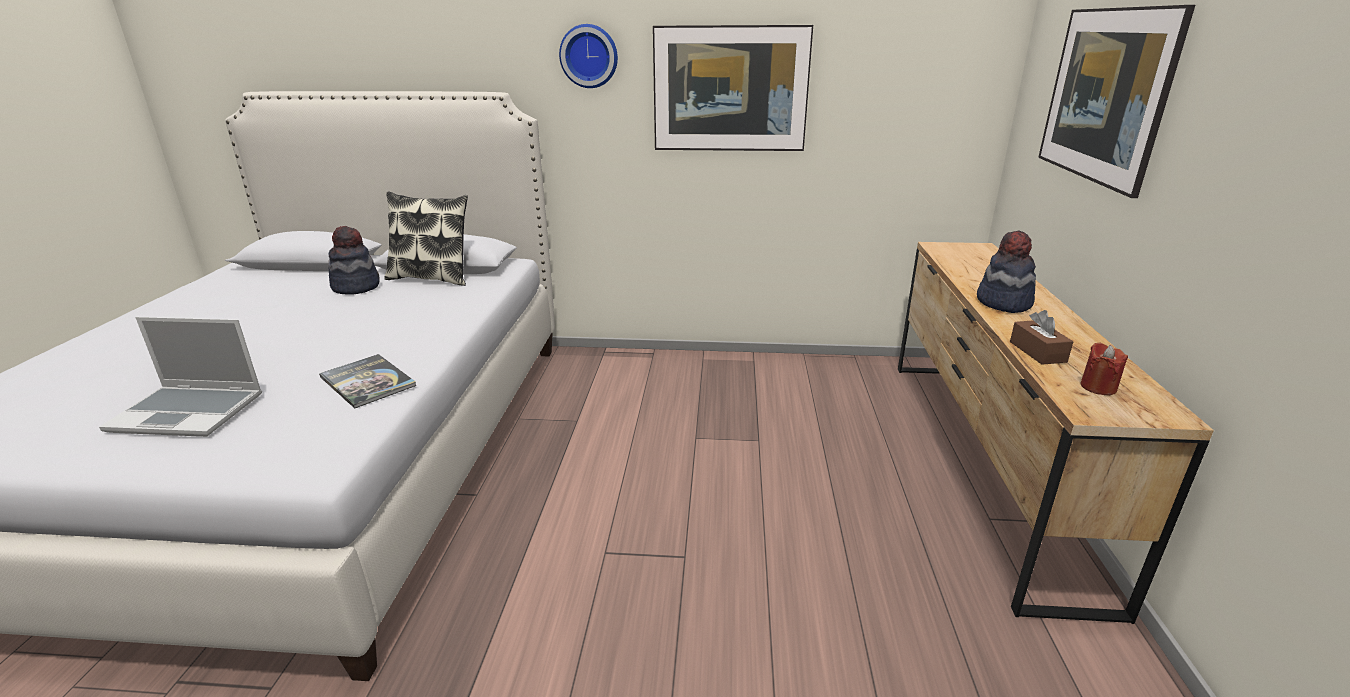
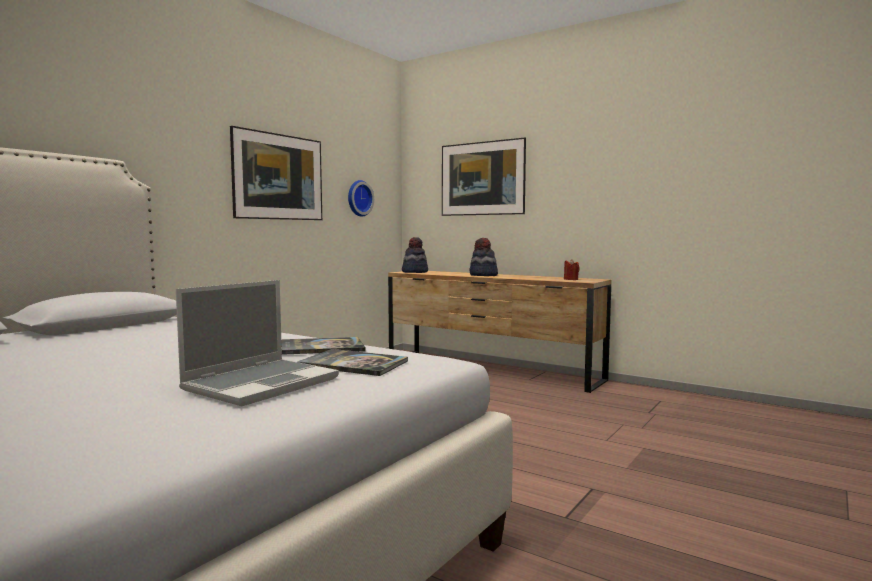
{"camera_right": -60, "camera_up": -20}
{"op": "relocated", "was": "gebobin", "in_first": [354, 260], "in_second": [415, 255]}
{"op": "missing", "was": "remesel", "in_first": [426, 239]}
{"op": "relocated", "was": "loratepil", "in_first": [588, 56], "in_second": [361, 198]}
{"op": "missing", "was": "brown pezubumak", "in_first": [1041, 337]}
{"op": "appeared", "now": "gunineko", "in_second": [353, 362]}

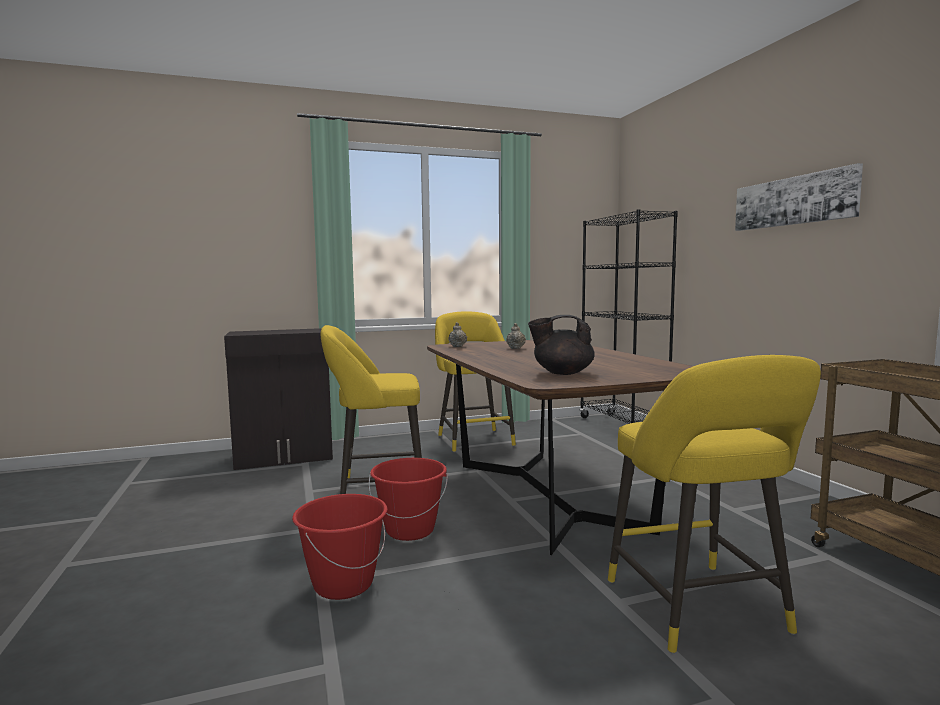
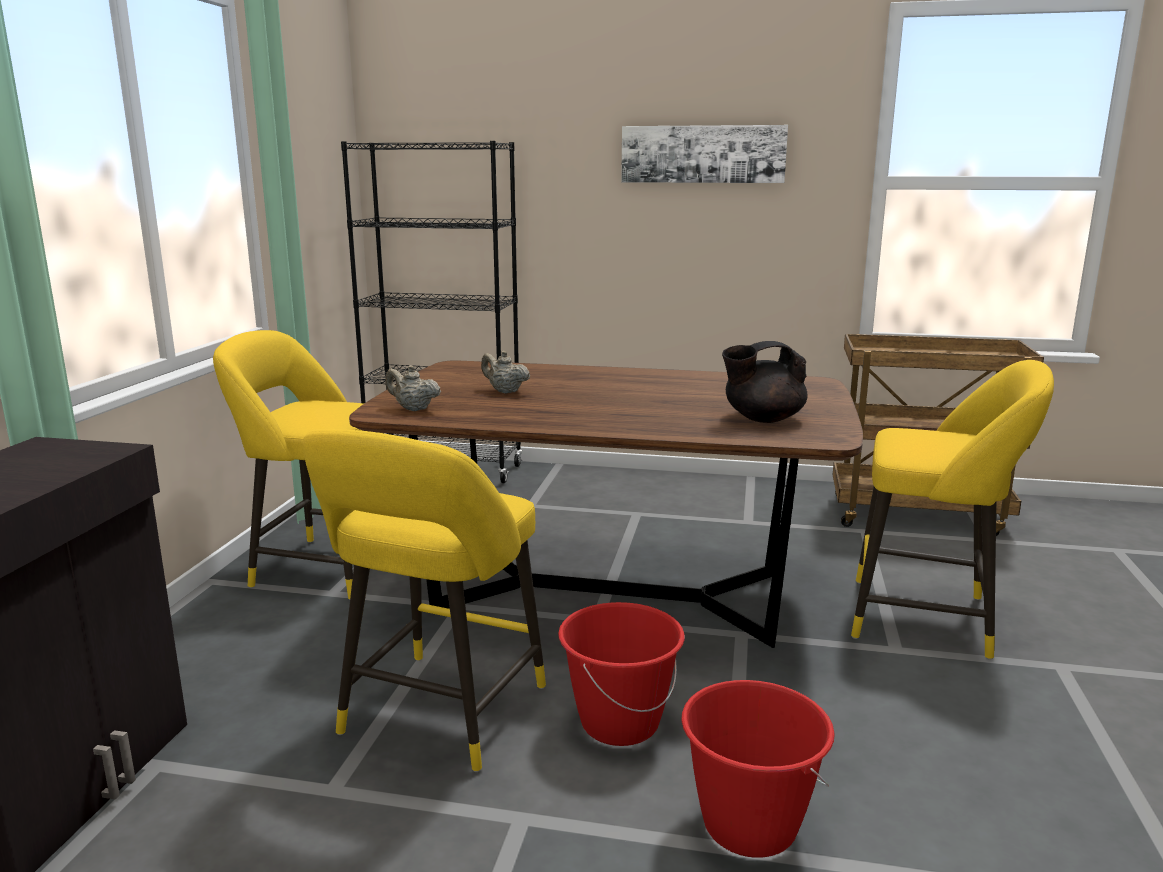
{"camera_right": -60, "camera_up": 10}
{"op": "spun", "was": "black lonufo", "in_first": [561, 345], "in_second": [765, 382], "clockwise": 45}

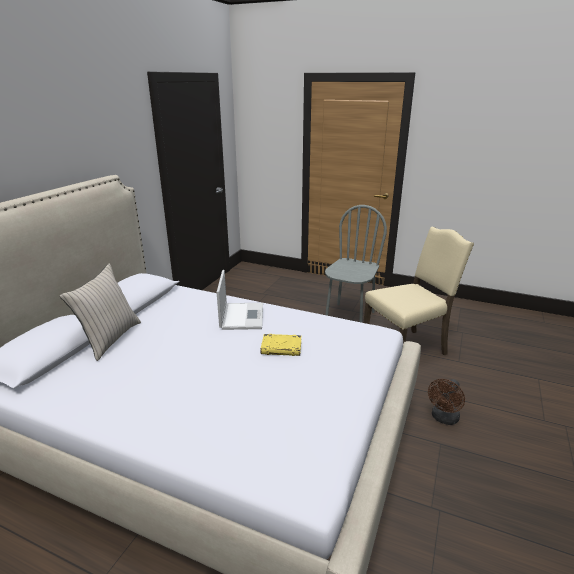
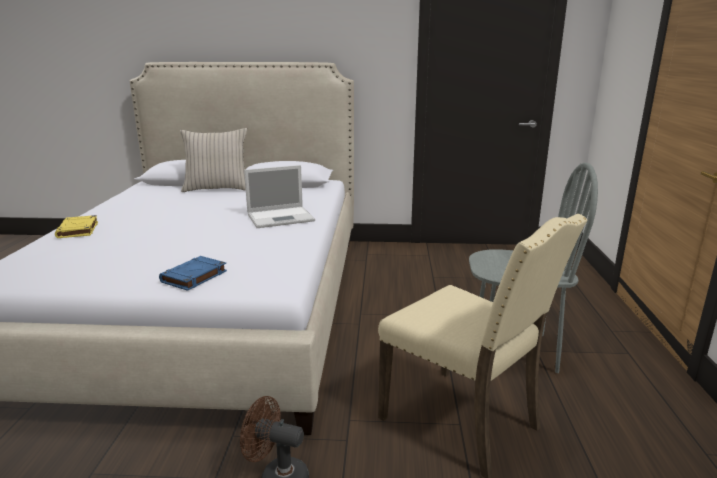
{"camera_right": 70, "camera_up": -5}
{"op": "relocated", "was": "yellow gunineko", "in_first": [281, 345], "in_second": [76, 226]}
{"op": "appeared", "now": "blue gunineko", "in_second": [193, 273]}

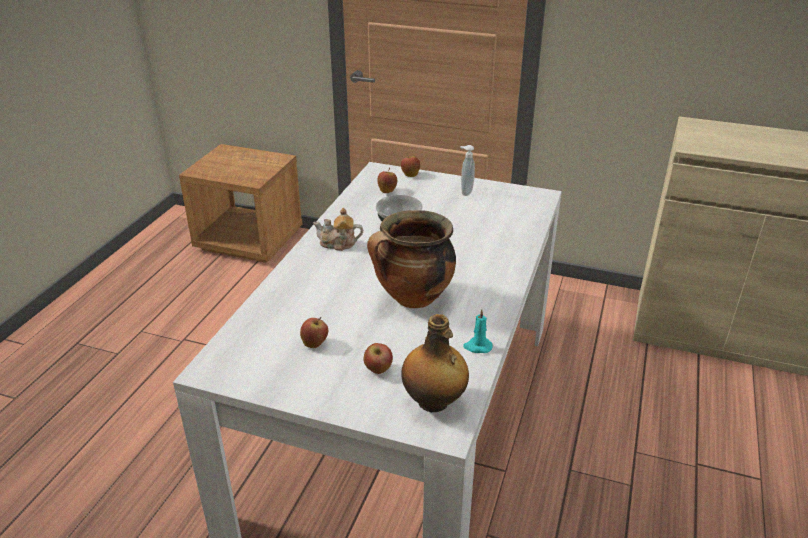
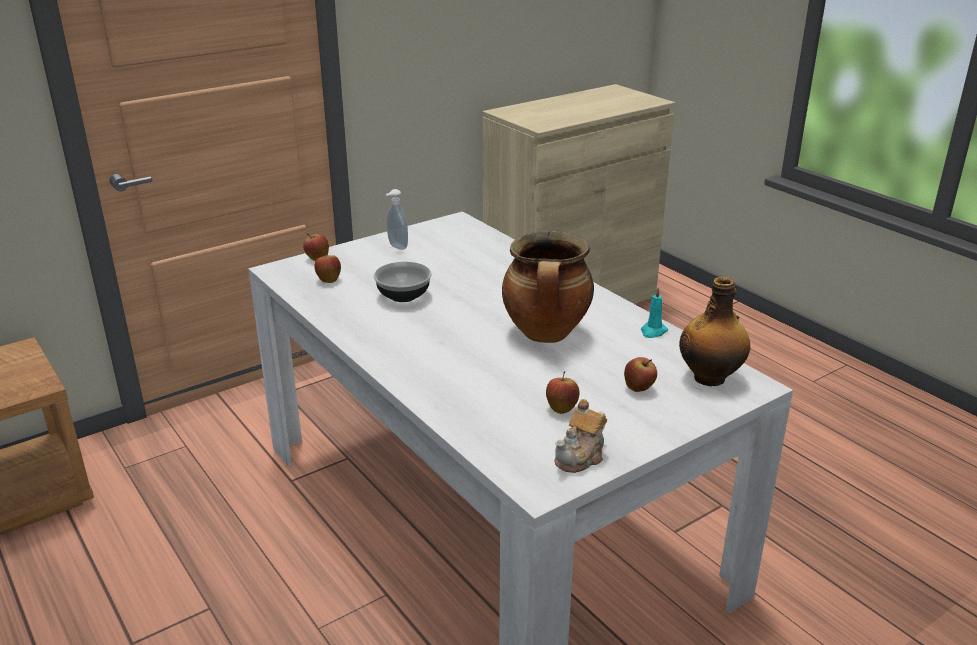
{"camera_right": -55, "camera_up": -5}
{"op": "relocated", "was": "lonufo", "in_first": [338, 229], "in_second": [580, 436]}

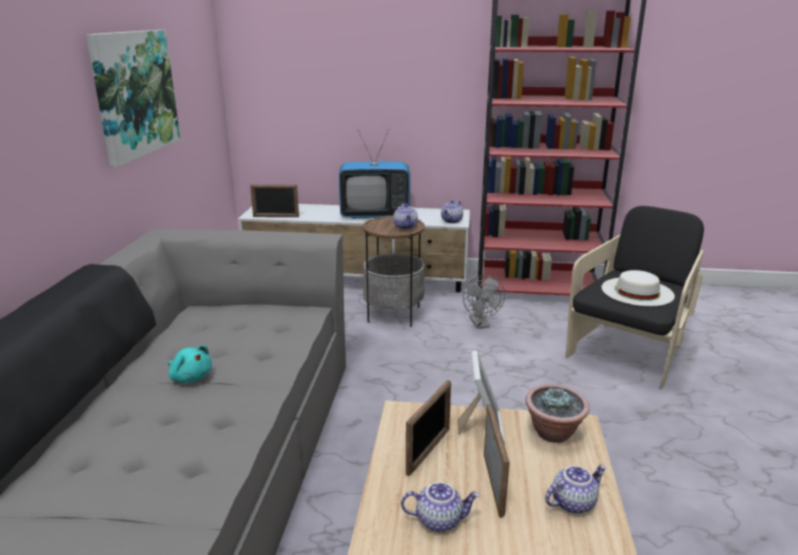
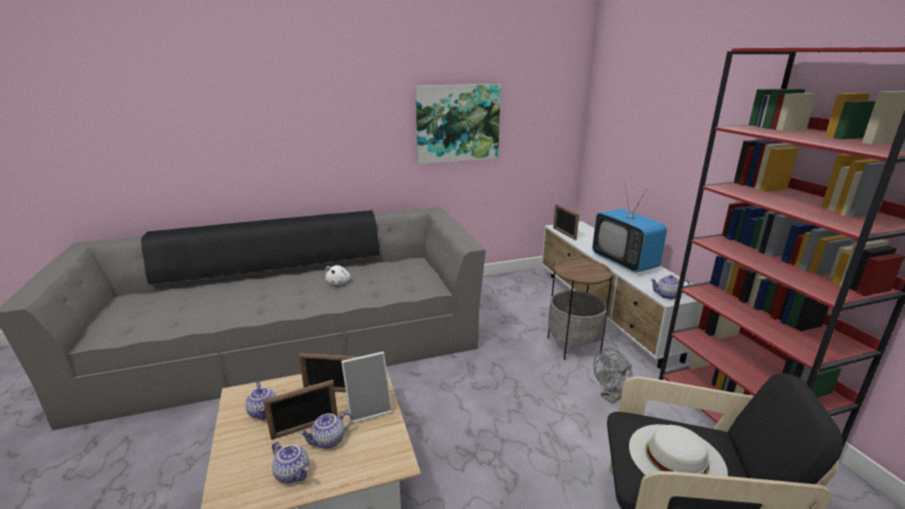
{"camera_right": 65, "camera_up": 0}
{"op": "colour", "was": "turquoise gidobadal", "now": "white gidobadal", "in_first": [190, 364], "in_second": [337, 275]}
{"op": "relocated", "was": "lonufo", "in_first": [405, 217], "in_second": [326, 430]}
{"op": "missing", "was": "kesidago", "in_first": [558, 413]}

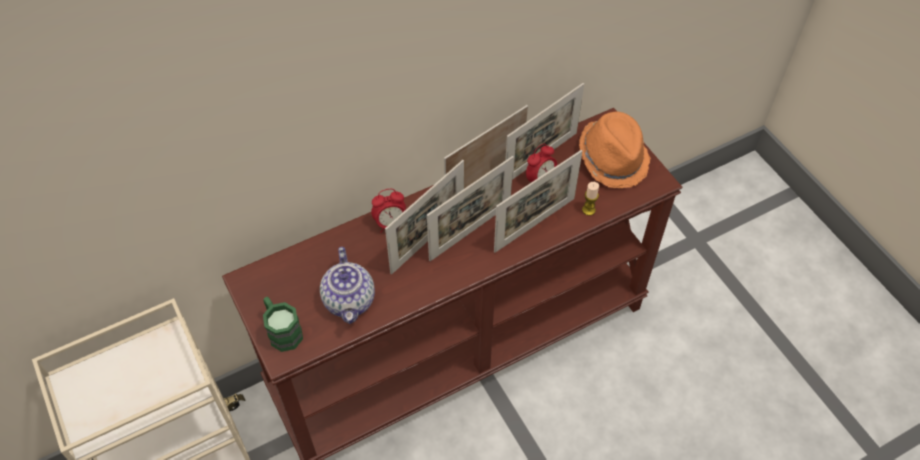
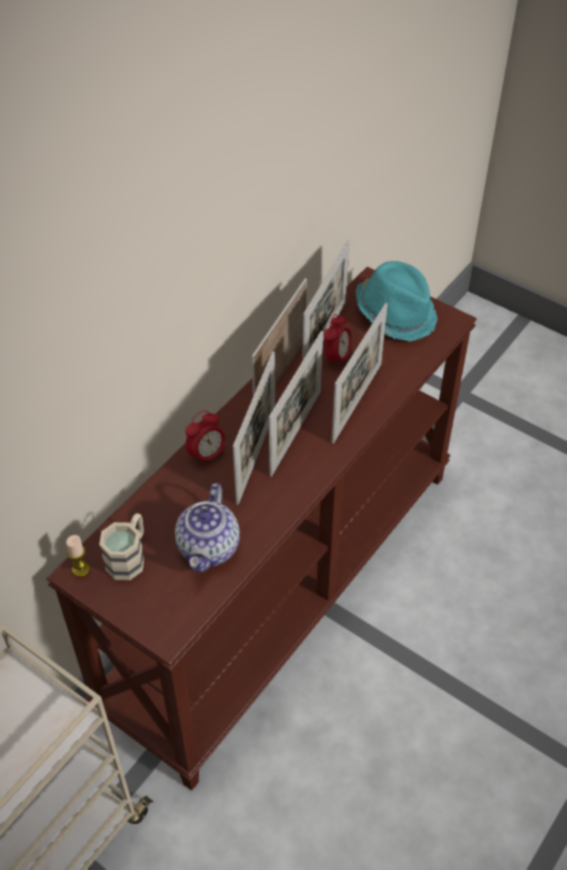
{"camera_right": -25, "camera_up": -5}
{"op": "missing", "was": "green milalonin", "in_first": [283, 324]}
{"op": "spun", "was": "lonufo", "in_first": [347, 285], "in_second": [207, 528], "clockwise": 45}
{"op": "colour", "was": "orange gebobin", "now": "turquoise gebobin", "in_first": [615, 149], "in_second": [397, 301]}
{"op": "relocated", "was": "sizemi", "in_first": [590, 199], "in_second": [78, 556]}
{"op": "appeared", "now": "beige milalonin", "in_second": [121, 546]}

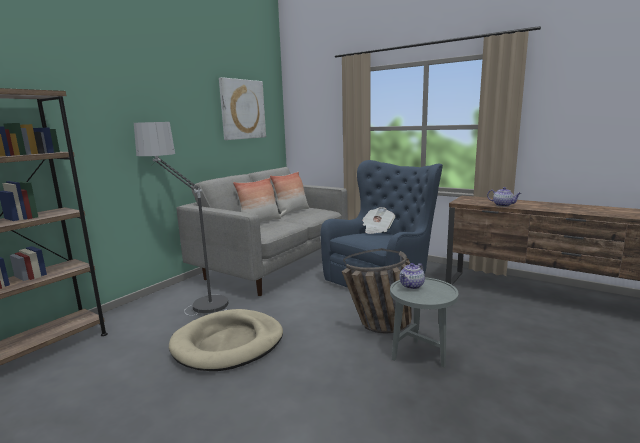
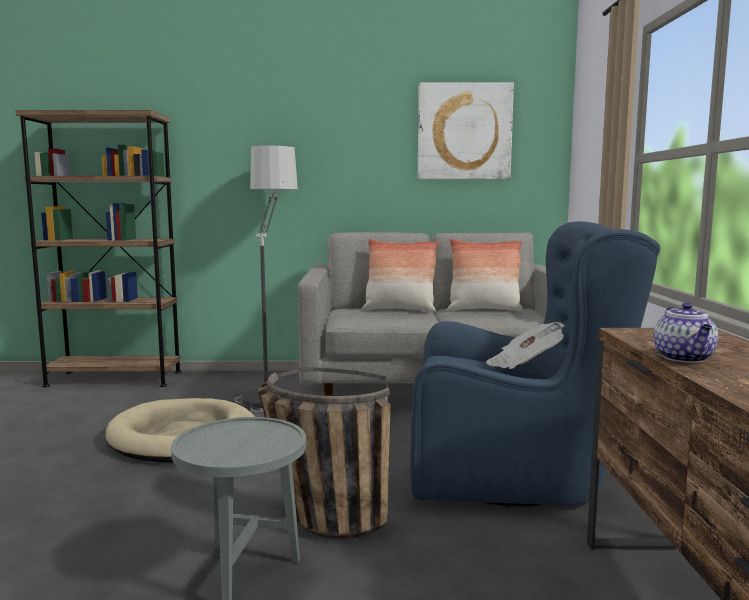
{"camera_right": 55, "camera_up": -5}
{"op": "missing", "was": "lonufo", "in_first": [412, 276]}

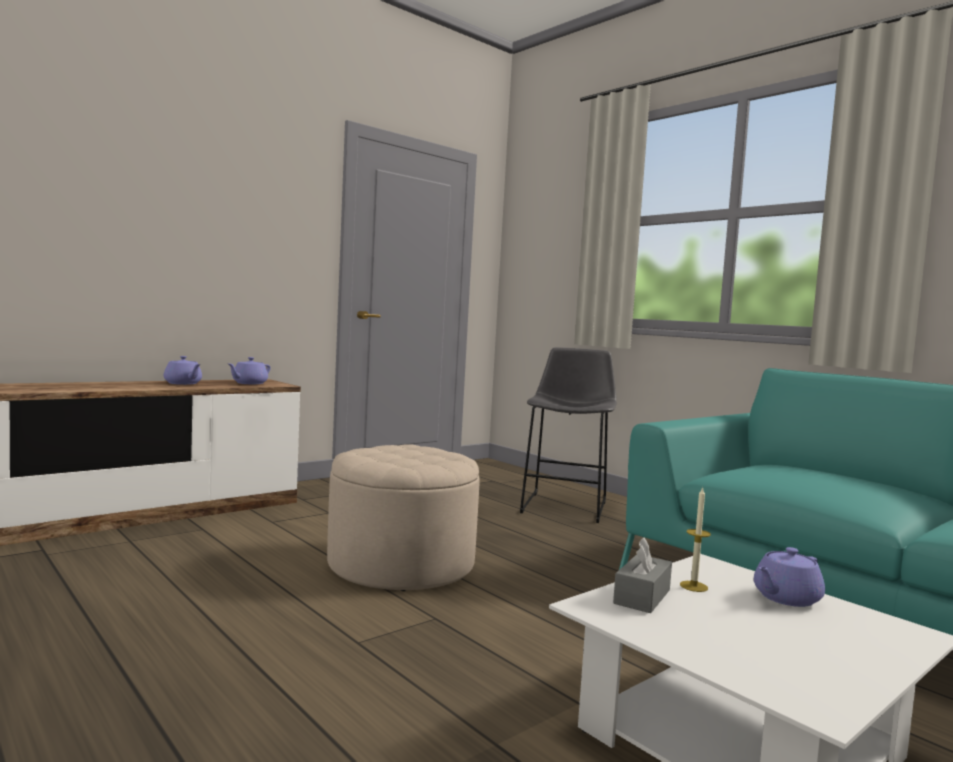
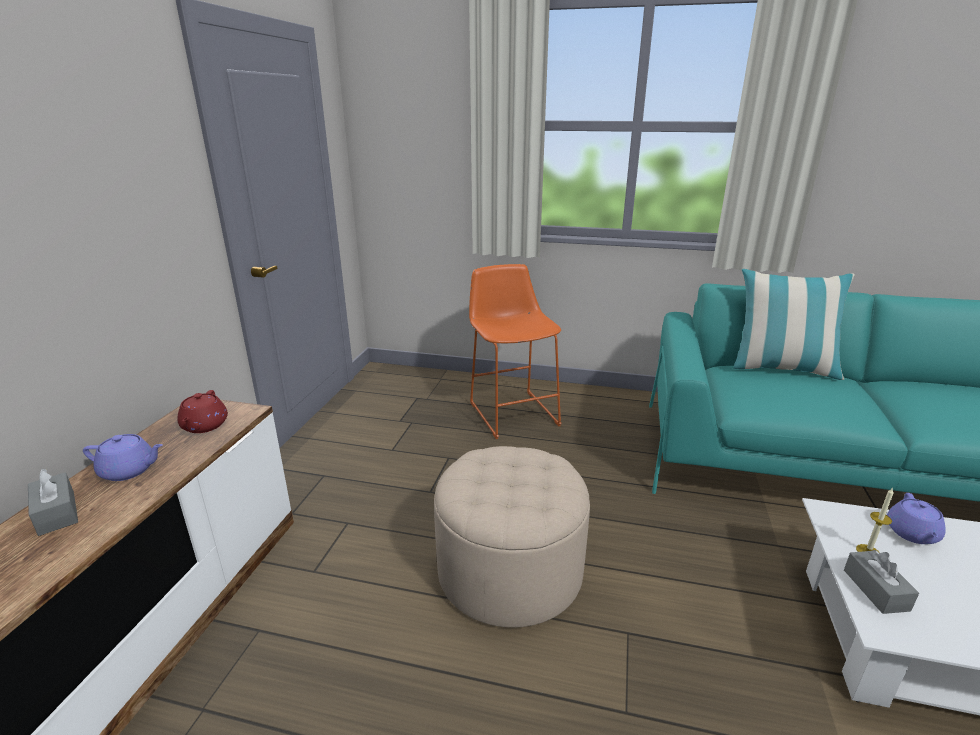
{"camera_right": -35, "camera_up": 20}
{"op": "colour", "was": "purple lonufo", "now": "red lonufo", "in_first": [249, 370], "in_second": [202, 411]}
{"op": "colour", "was": "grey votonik", "now": "orange votonik", "in_first": [568, 435], "in_second": [515, 351]}
{"op": "appeared", "now": "grey pezubumak", "in_second": [53, 502]}
{"op": "appeared", "now": "remesel", "in_second": [794, 324]}

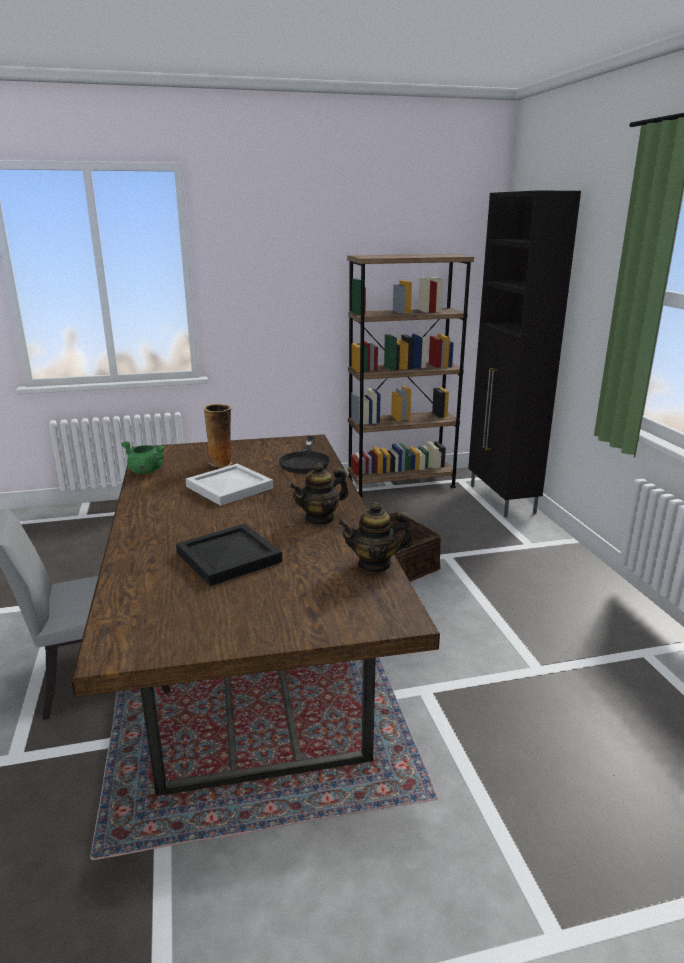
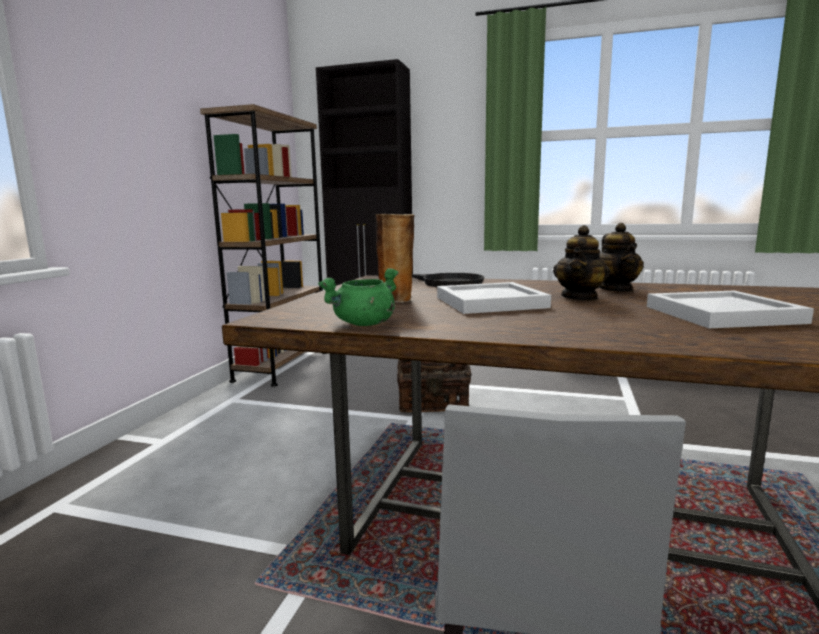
{"camera_right": -60, "camera_up": -10}
{"op": "colour", "was": "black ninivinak", "now": "white ninivinak", "in_first": [229, 555], "in_second": [730, 309]}
{"op": "relocated", "was": "lonufo", "in_first": [375, 537], "in_second": [581, 263]}

